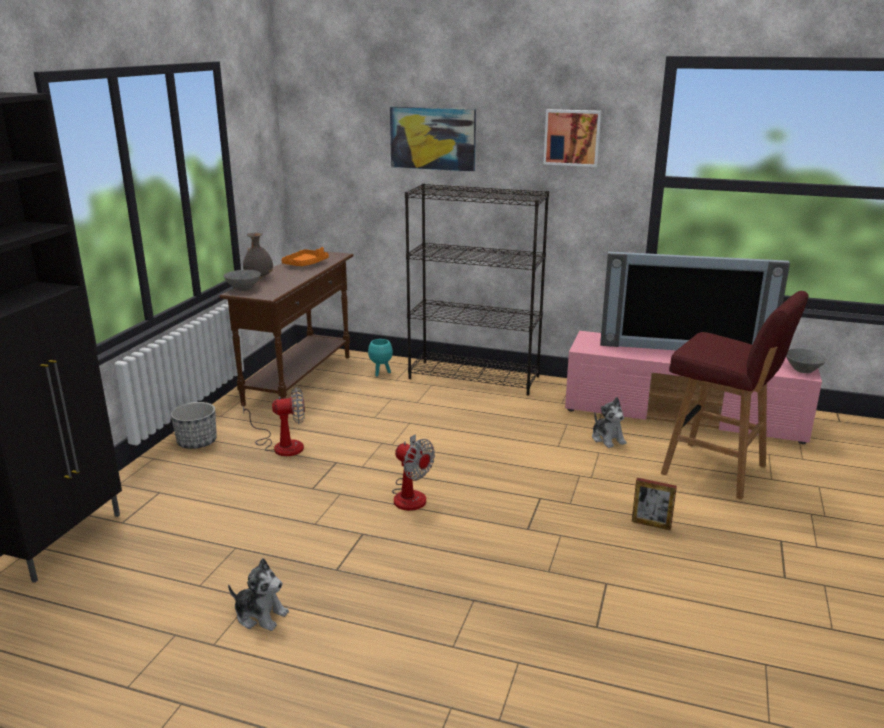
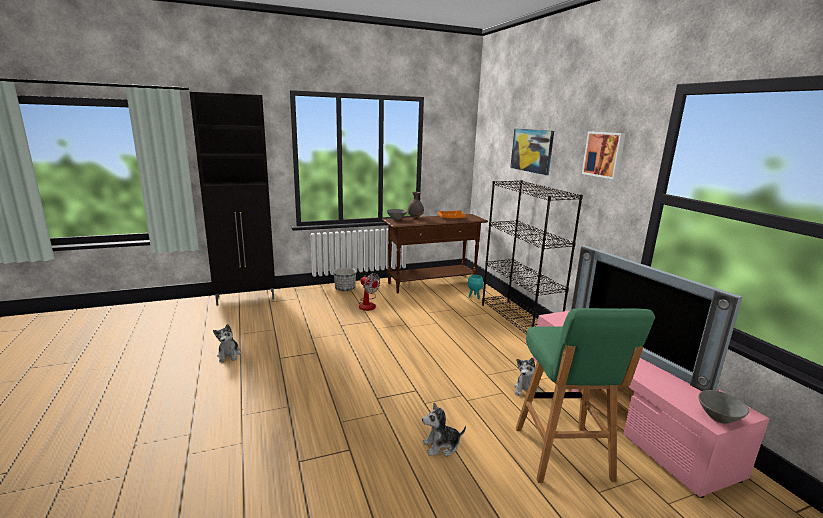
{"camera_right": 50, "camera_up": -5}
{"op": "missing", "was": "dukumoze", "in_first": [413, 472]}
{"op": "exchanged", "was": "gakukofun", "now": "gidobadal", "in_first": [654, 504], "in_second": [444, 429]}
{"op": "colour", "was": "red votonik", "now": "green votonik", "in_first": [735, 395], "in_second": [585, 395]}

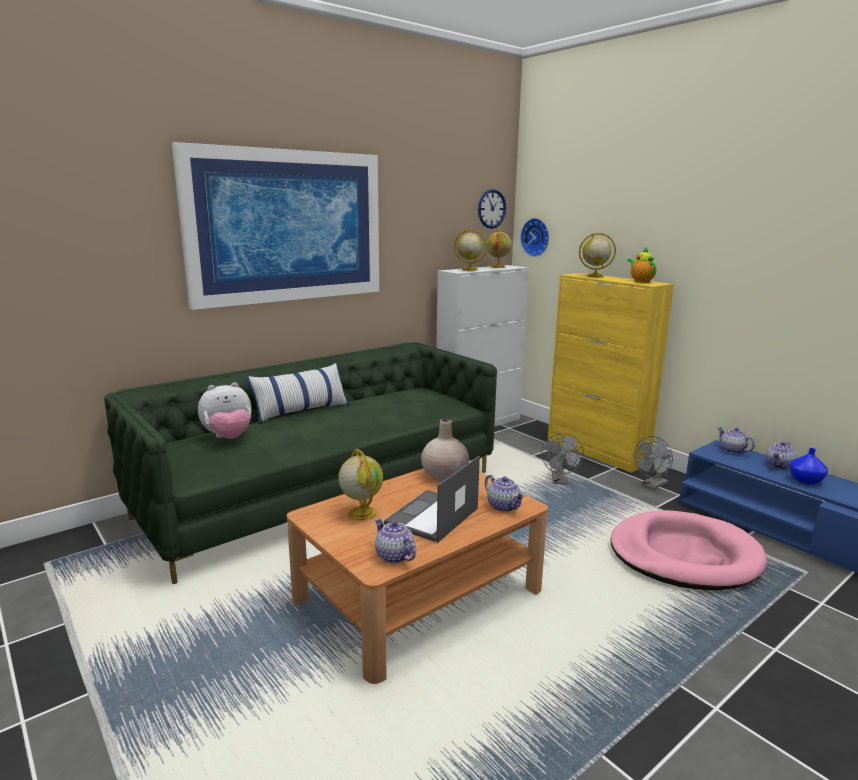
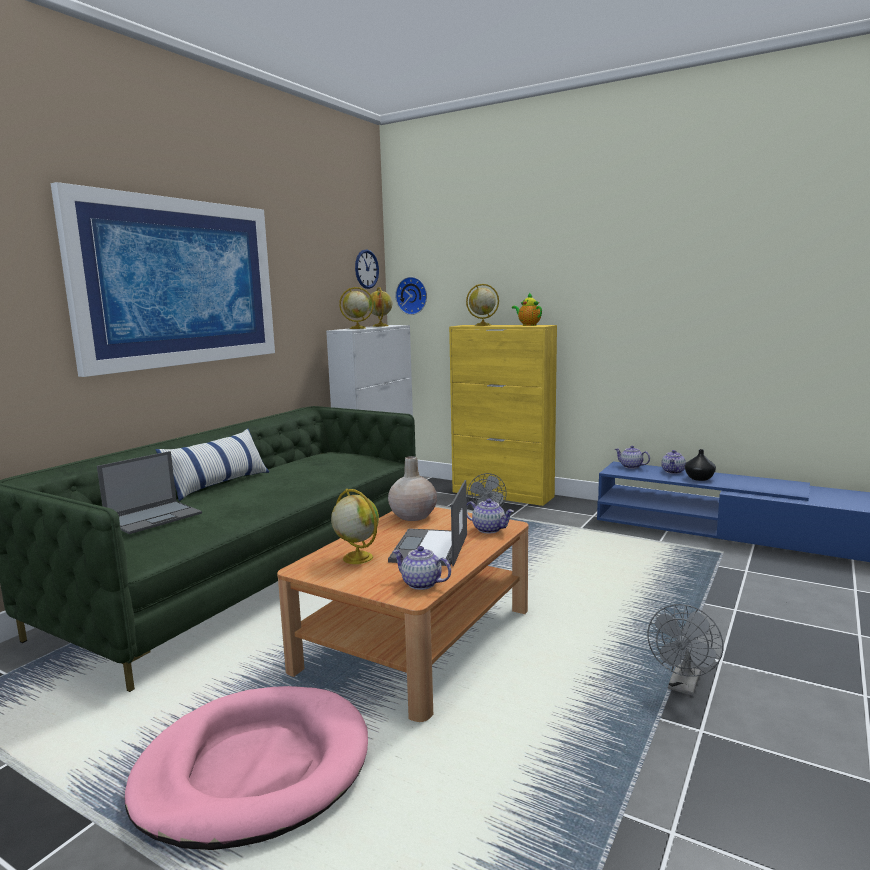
{"camera_right": -20, "camera_up": -5}
{"op": "exchanged", "was": "gidobadal", "now": "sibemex", "in_first": [224, 410], "in_second": [149, 492]}
{"op": "relocated", "was": "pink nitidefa", "in_first": [688, 550], "in_second": [246, 768]}
{"op": "relocated", "was": "grey dukumoze", "in_first": [653, 463], "in_second": [685, 650]}
{"op": "colour", "was": "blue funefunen", "now": "black funefunen", "in_first": [808, 466], "in_second": [700, 465]}

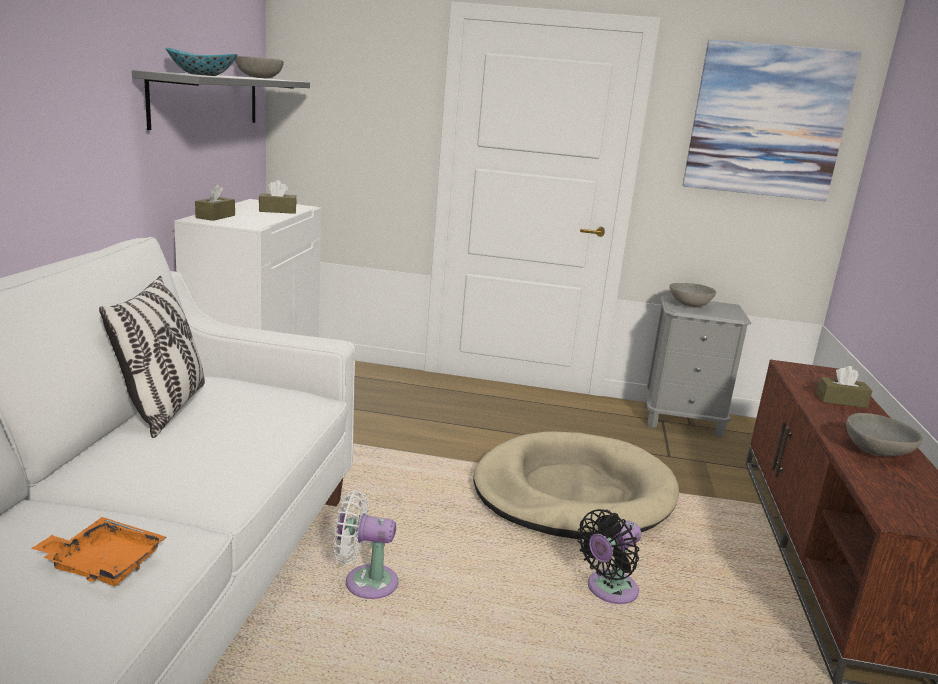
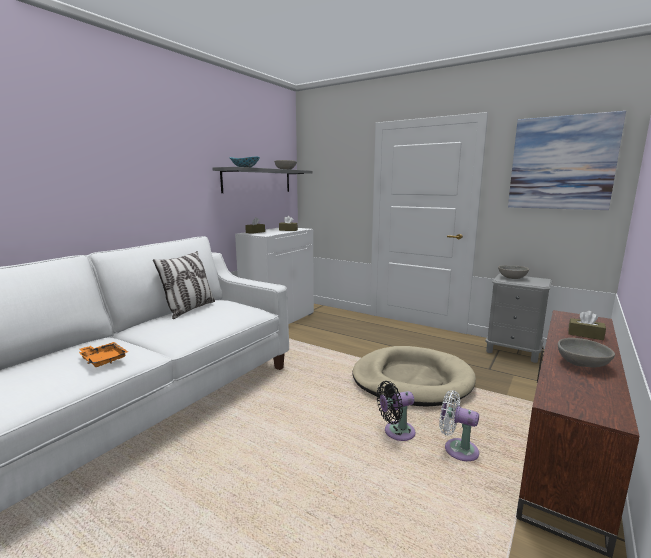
{"camera_right": 25, "camera_up": -5}
{"op": "relocated", "was": "white dukumoze", "in_first": [365, 544], "in_second": [459, 425]}

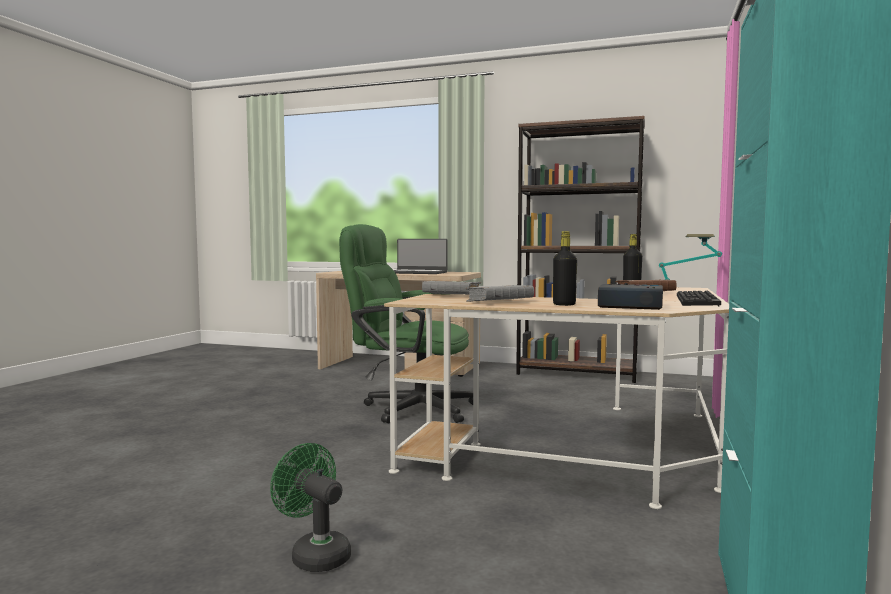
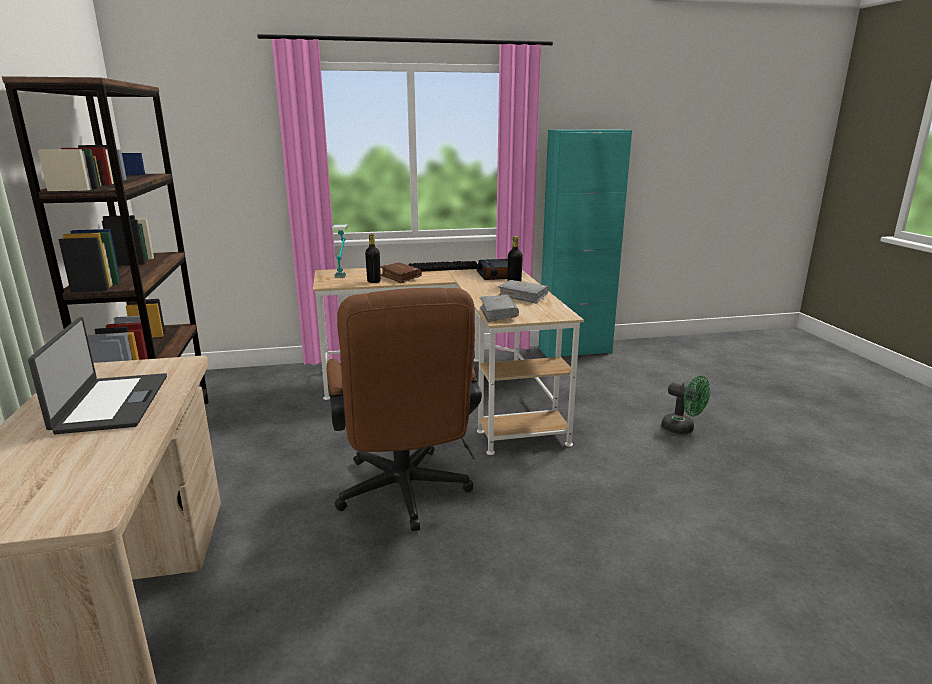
{"camera_right": -120, "camera_up": 15}
{"op": "spun", "was": "green dukumoze", "in_first": [310, 507], "in_second": [685, 405], "clockwise": -60}
{"op": "colour", "was": "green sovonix", "now": "brown sovonix", "in_first": [406, 323], "in_second": [404, 409]}

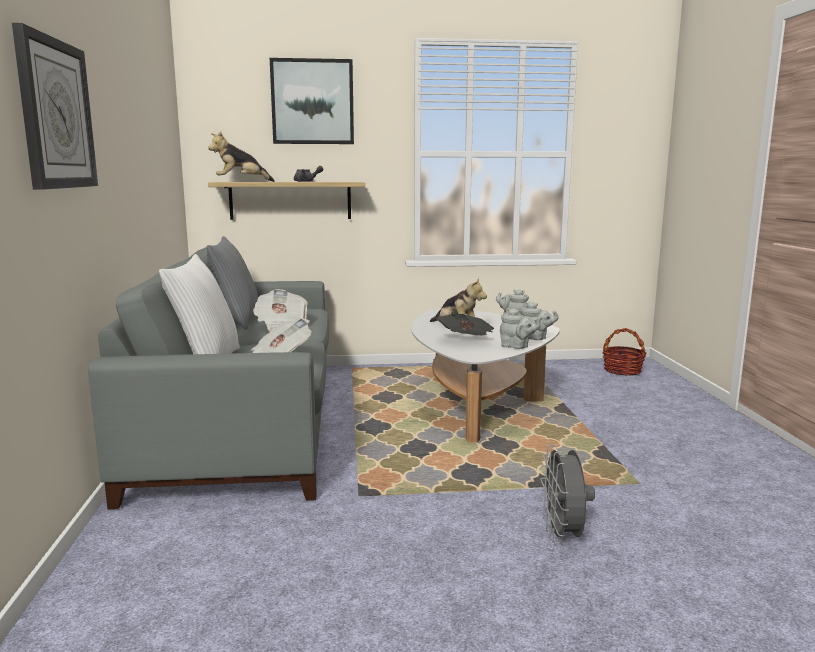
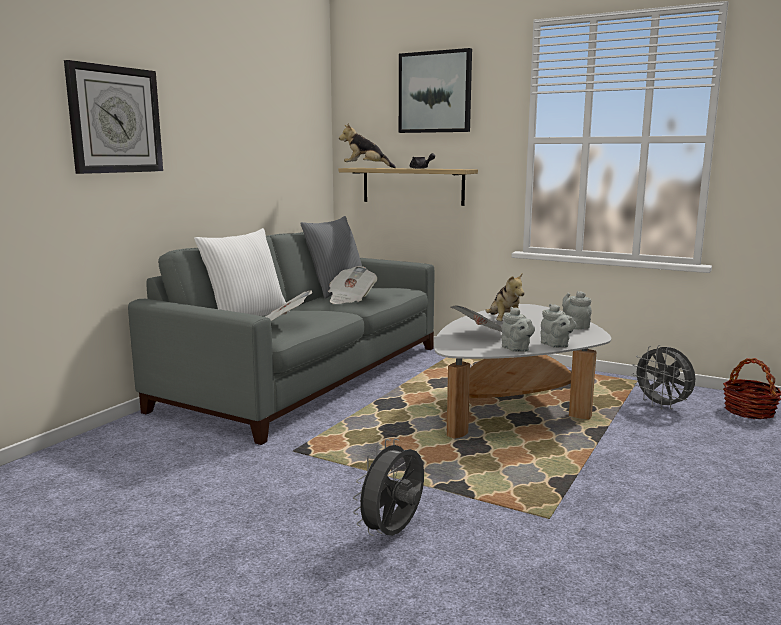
{"camera_right": 35, "camera_up": 0}
{"op": "appeared", "now": "grey dukumoze", "in_second": [664, 377]}

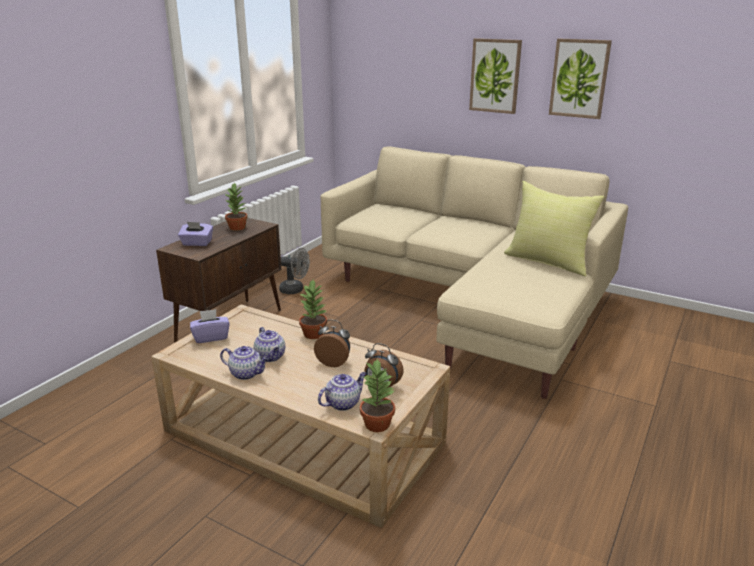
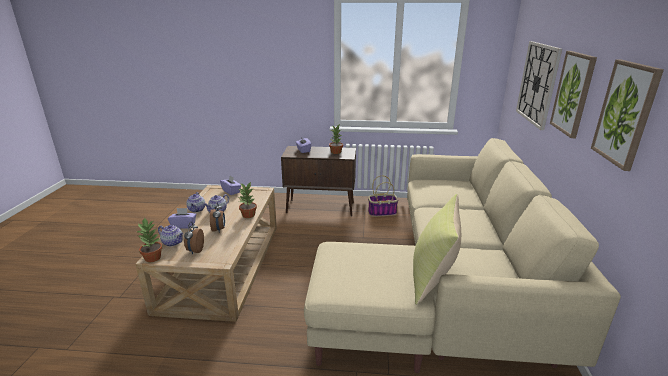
{"camera_right": 65, "camera_up": 0}
{"op": "exchanged", "was": "grey dukumoze", "now": "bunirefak", "in_first": [294, 271], "in_second": [383, 196]}
{"op": "appeared", "now": "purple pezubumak", "in_second": [182, 218]}
{"op": "appeared", "now": "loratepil", "in_second": [539, 85]}

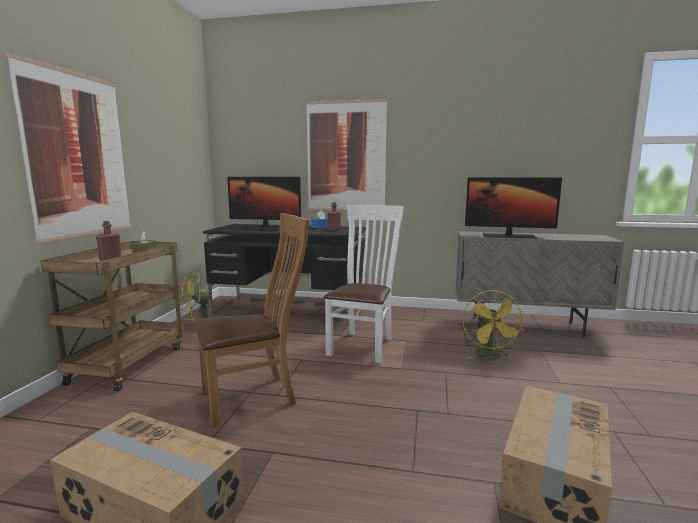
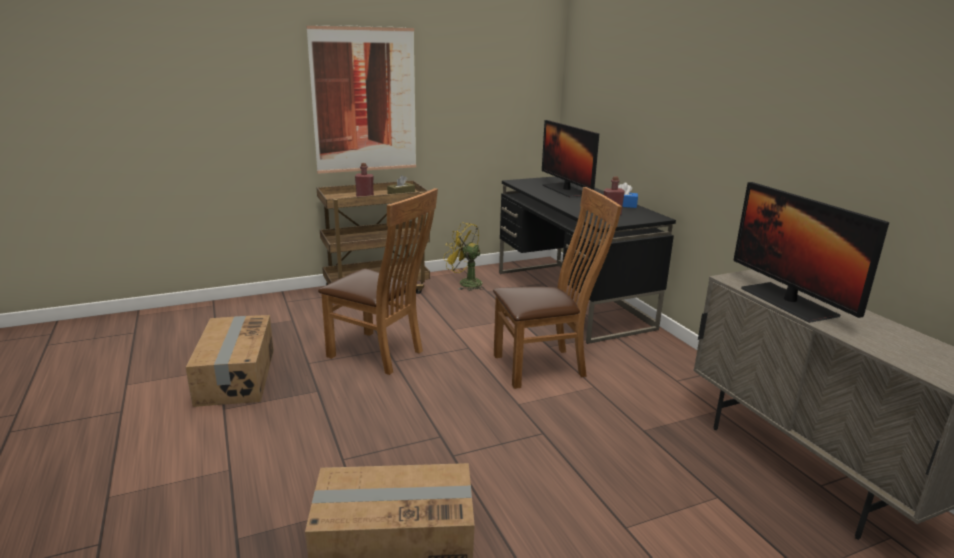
{"camera_right": 55, "camera_up": 10}
{"op": "missing", "was": "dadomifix", "in_first": [346, 154]}
{"op": "colour", "was": "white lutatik", "now": "brown lutatik", "in_first": [364, 284], "in_second": [557, 288]}
{"op": "missing", "was": "yellow dukumoze", "in_first": [493, 324]}

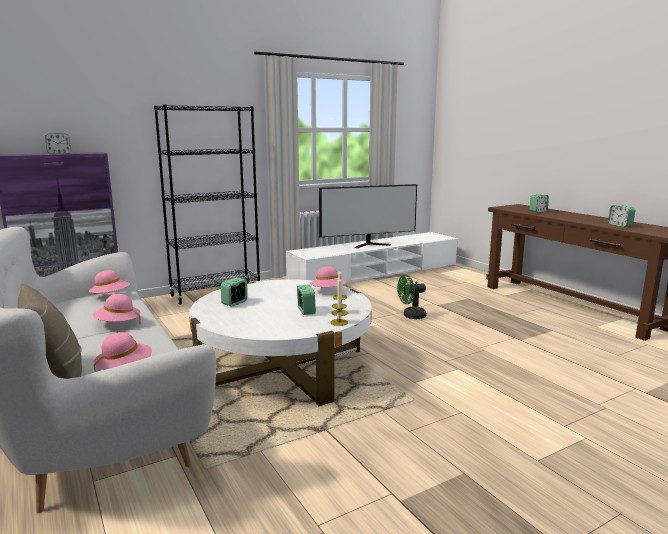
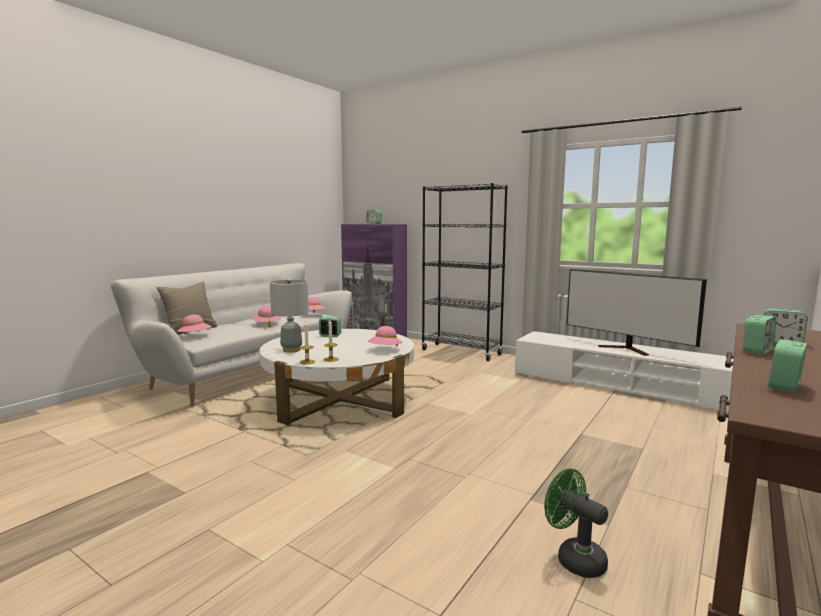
{"camera_right": 65, "camera_up": -5}
{"op": "relocated", "was": "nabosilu", "in_first": [306, 299], "in_second": [759, 335]}
{"op": "relocated", "was": "green dukumoze", "in_first": [411, 297], "in_second": [576, 523]}
{"op": "appeared", "now": "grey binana", "in_second": [289, 316]}

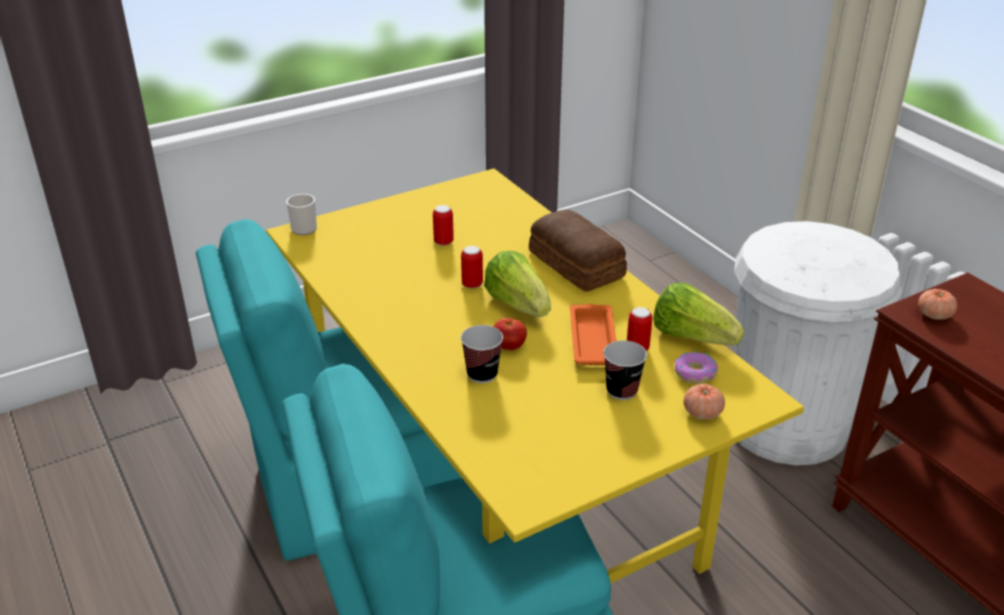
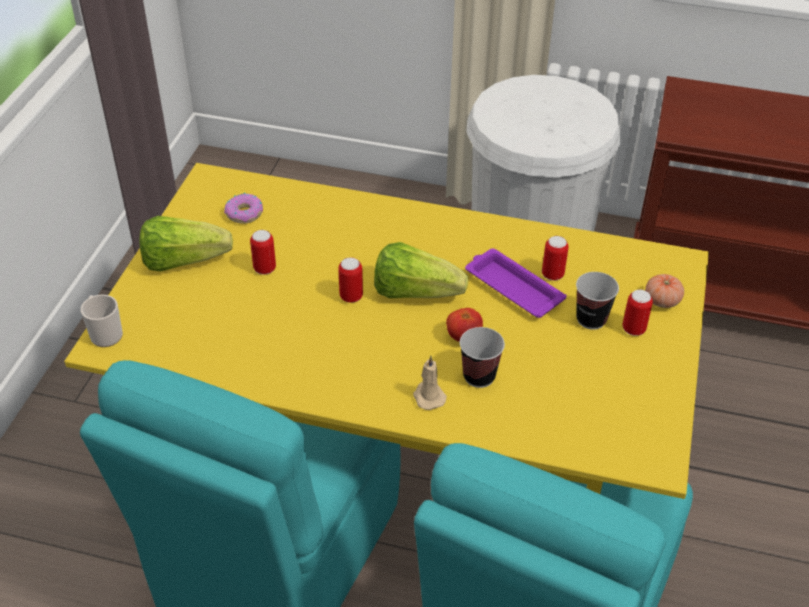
{"camera_right": -45, "camera_up": 10}
{"op": "missing", "was": "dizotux", "in_first": [578, 251]}
{"op": "colour", "was": "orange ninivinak", "now": "purple ninivinak", "in_first": [593, 334], "in_second": [516, 283]}
{"op": "relocated", "was": "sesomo", "in_first": [698, 314], "in_second": [186, 244]}
{"op": "relocated", "was": "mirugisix", "in_first": [696, 367], "in_second": [243, 208]}
{"op": "missing", "was": "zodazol", "in_first": [937, 304]}
{"op": "appeared", "now": "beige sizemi", "in_second": [430, 383]}
{"op": "appeared", "now": "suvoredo", "in_second": [637, 312]}

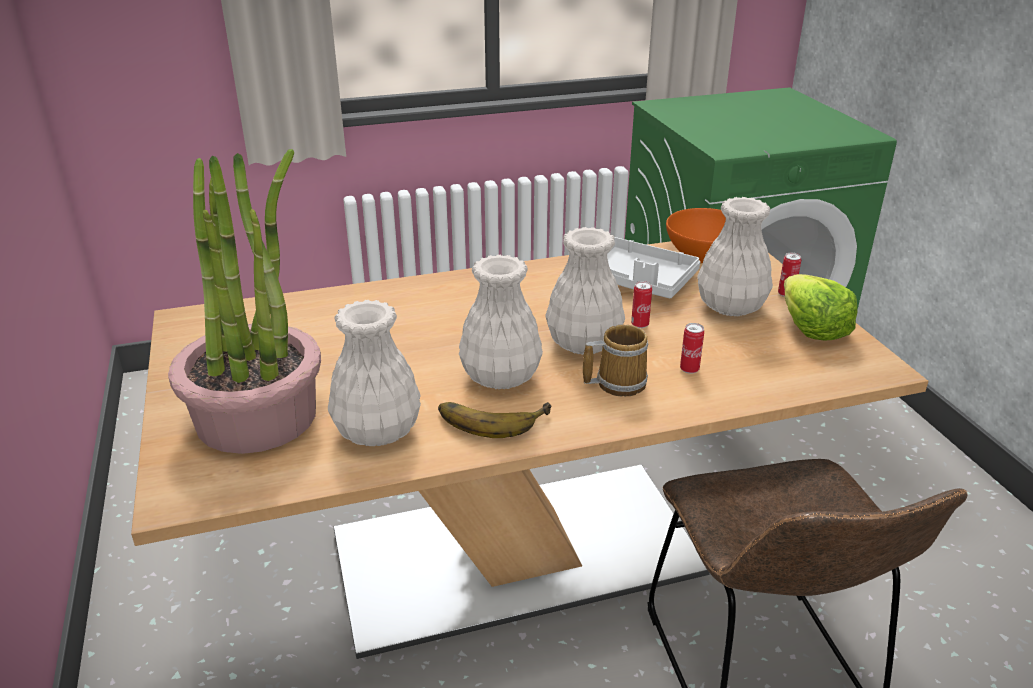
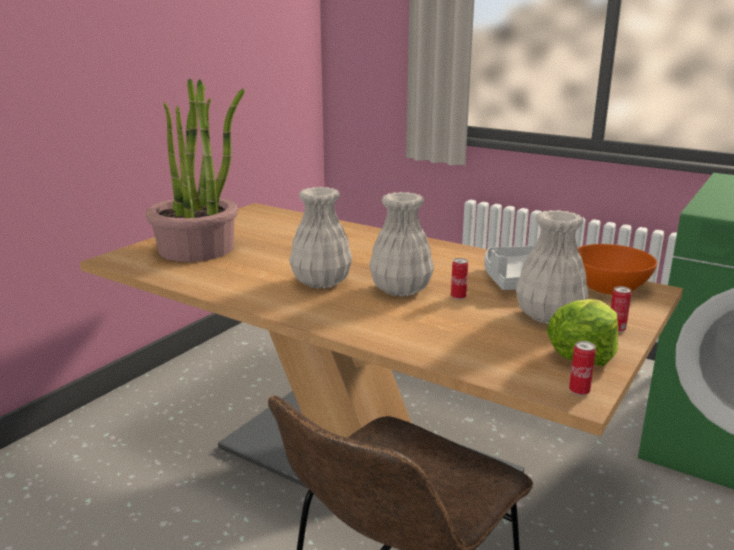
{"camera_right": 50, "camera_up": -10}
{"op": "missing", "was": "white funefunen", "in_first": [374, 373]}
{"op": "missing", "was": "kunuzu", "in_first": [494, 420]}
{"op": "missing", "was": "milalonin", "in_first": [615, 360]}
{"op": "relocated", "was": "suvoredo", "in_first": [692, 348], "in_second": [582, 368]}

